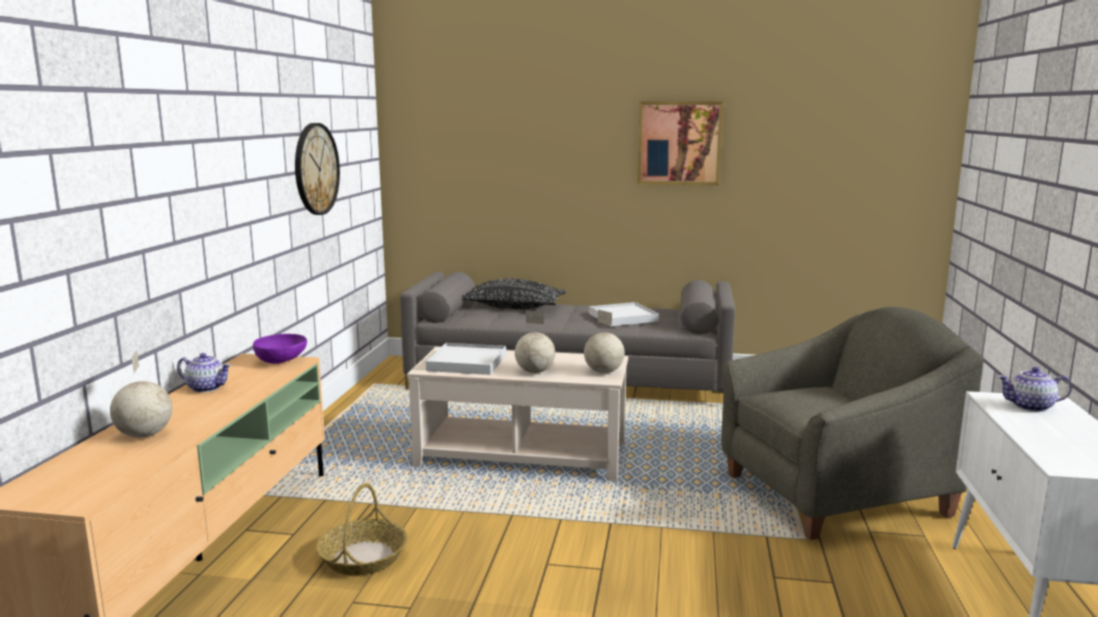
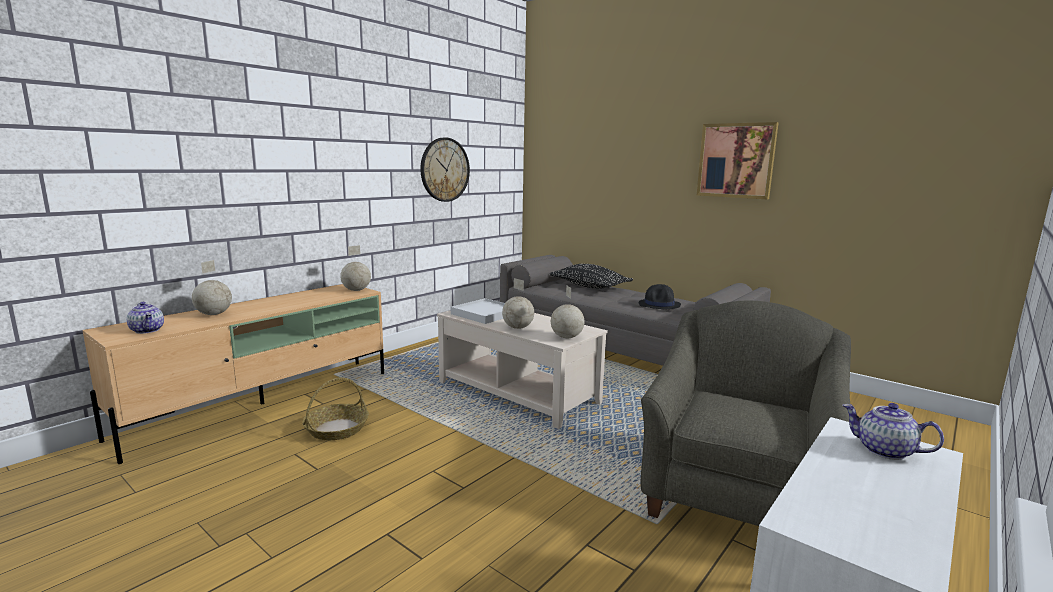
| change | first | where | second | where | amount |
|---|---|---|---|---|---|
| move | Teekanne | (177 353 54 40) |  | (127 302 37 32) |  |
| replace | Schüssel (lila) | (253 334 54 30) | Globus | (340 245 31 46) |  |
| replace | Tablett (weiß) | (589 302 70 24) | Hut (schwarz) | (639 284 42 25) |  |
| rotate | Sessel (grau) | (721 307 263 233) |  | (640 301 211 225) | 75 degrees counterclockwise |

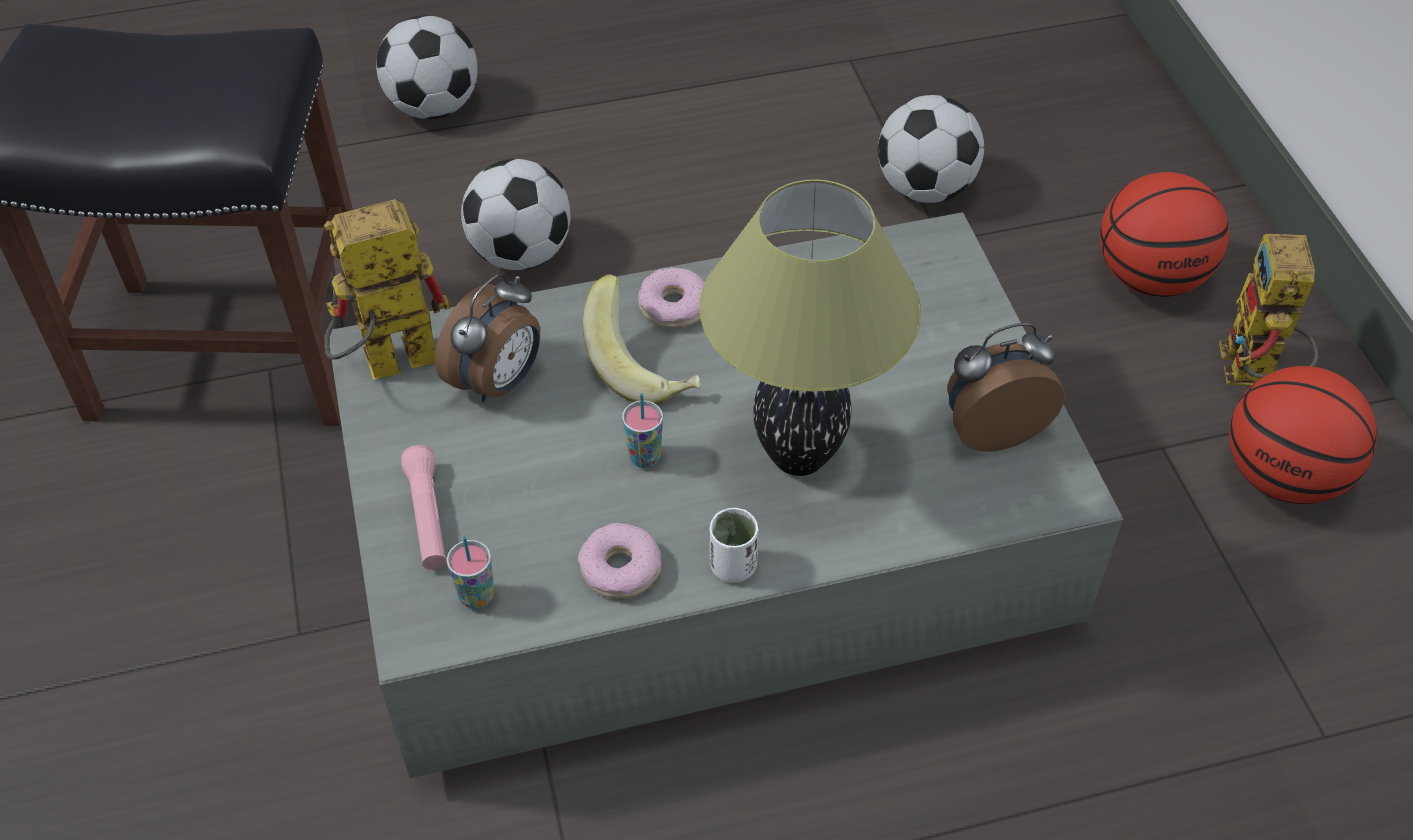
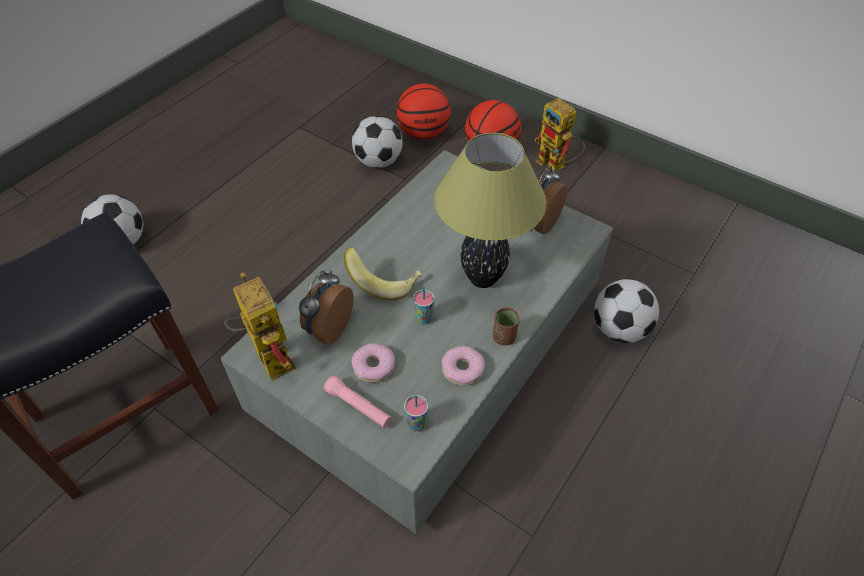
| change | first | where | second | where | amount |
|---|---|---|---|---|---|
| rotate | Spielzeugroboter | (324 199 127 181) |  | (224 272 72 108) | 120 degrees clockwise |
| rotate | Wecker | (435 274 105 128) |  | (299 270 55 75) | 150 degrees counterclockwise |
| move | Donut | (638 268 67 61) |  | (351 343 44 40) |  |
| move | Basketball | (1229 366 148 138) |  | (396 84 55 56) |  |
| recolor | Tasse (weiß) | (710 508 48 75) | Tasse (braun) | (493 308 26 38) |  |
| move | Fußball | (461 159 110 111) |  | (594 279 65 64) |  |

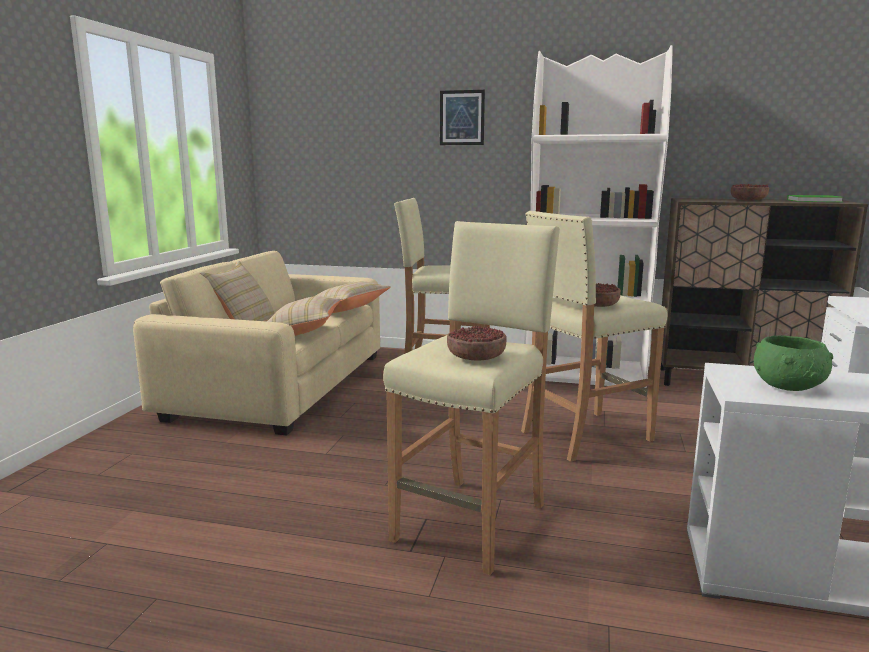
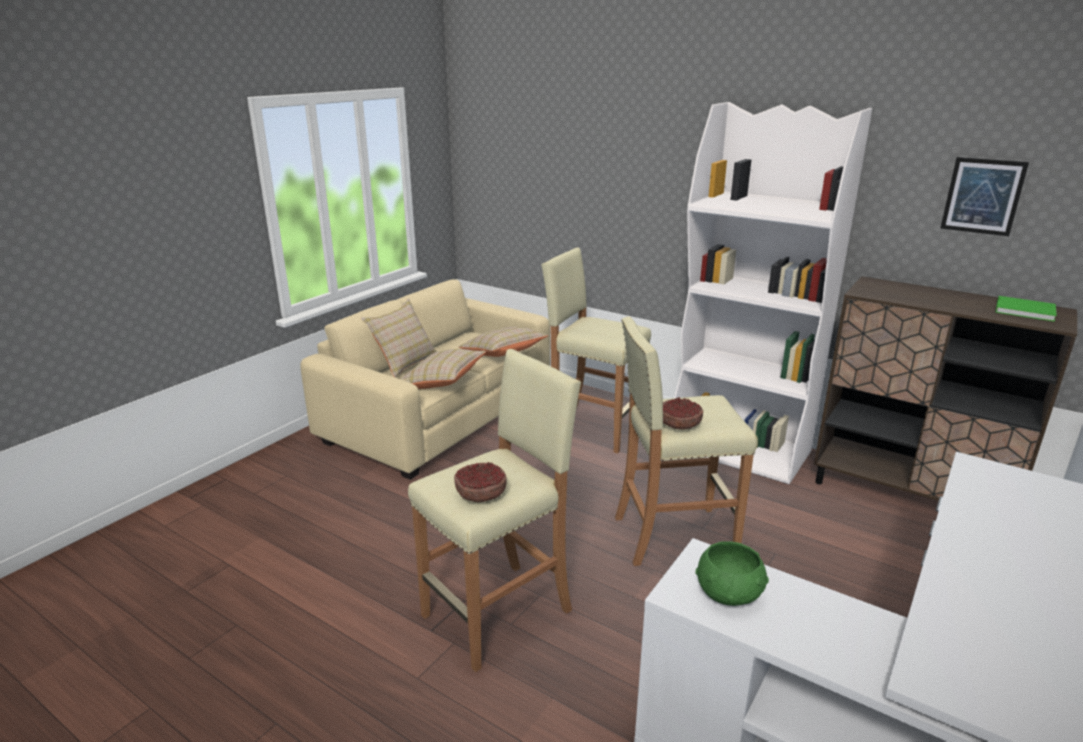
| change | first | where | second | where | amount |
|---|---|---|---|---|---|
| move | Bild | (440 90 45 55) |  | (941 157 88 79) |  |
| delete | Schüssel | (731 184 38 17) |  |  |  |

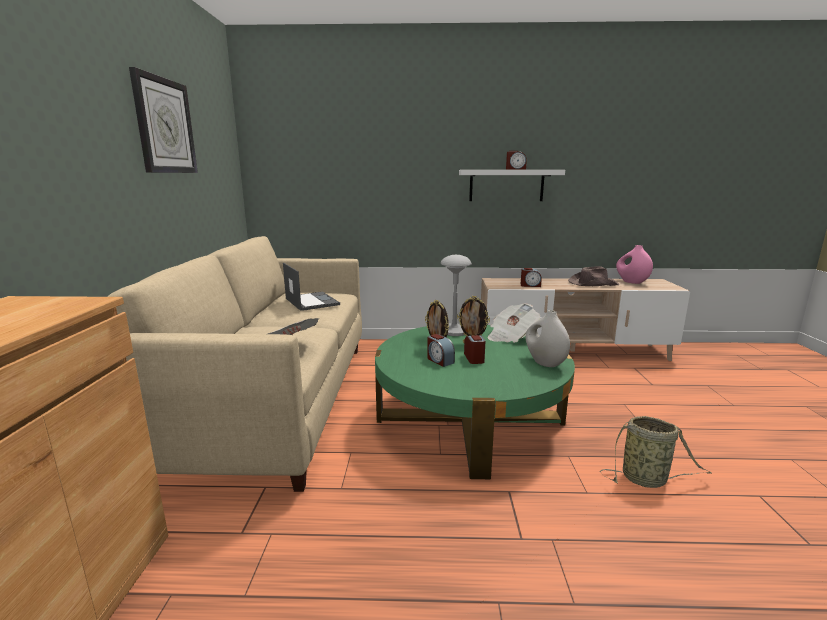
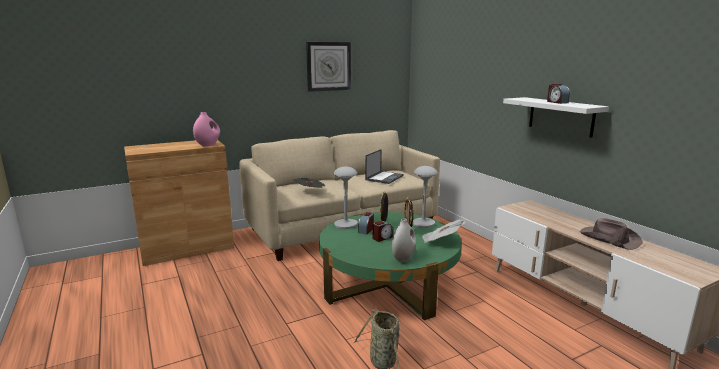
| change | first | where | second | where | amount |
|---|---|---|---|---|---|
| move | Vase (rosa) | (616 245 37 39) |  | (193 112 27 34) |  |
| insert |  |  | Tischlampe (grau) | (333 166 25 63) |  |
| delete | Wecker | (521 268 21 19) |  |  |  |

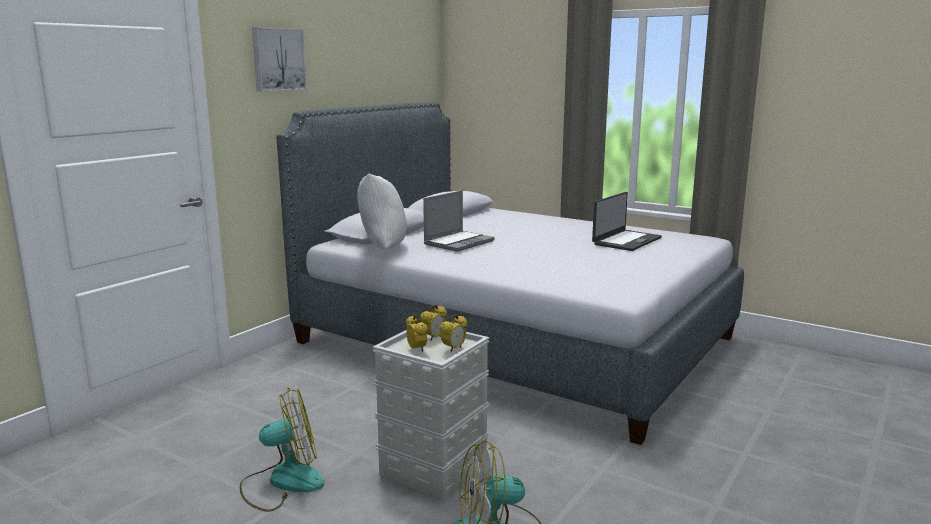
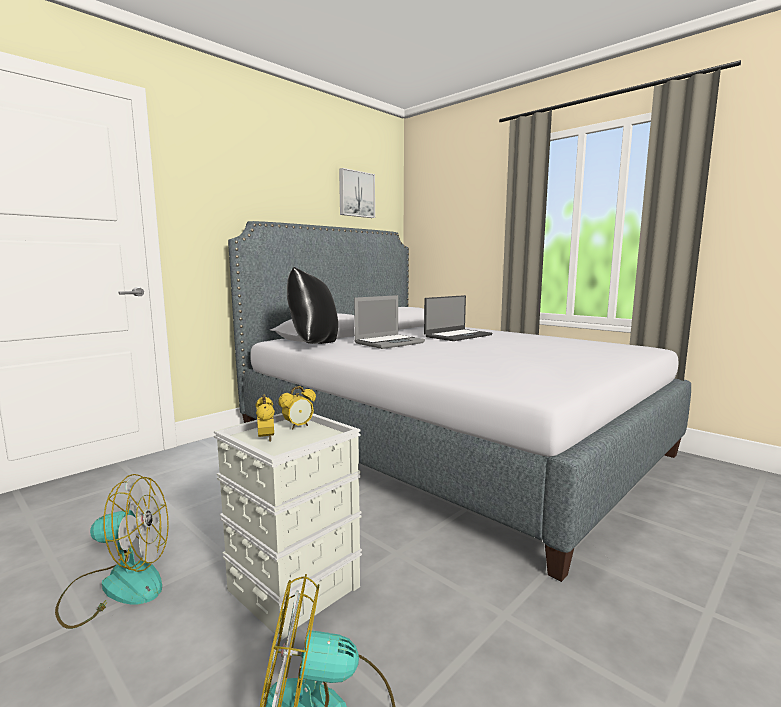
| change | first | where | second | where | amount |
|---|---|---|---|---|---|
| recolor | Kissen (weiß) | (357 173 50 76) | Kissen (schwarz) | (287 267 51 77) |  |
| move | Bild | (252 27 55 64) |  | (339 168 36 50) |  |
| move | Laptop | (592 192 70 59) |  | (424 295 68 46) |  |
| delete | Wecker | (440 314 27 38) |  |  |  |

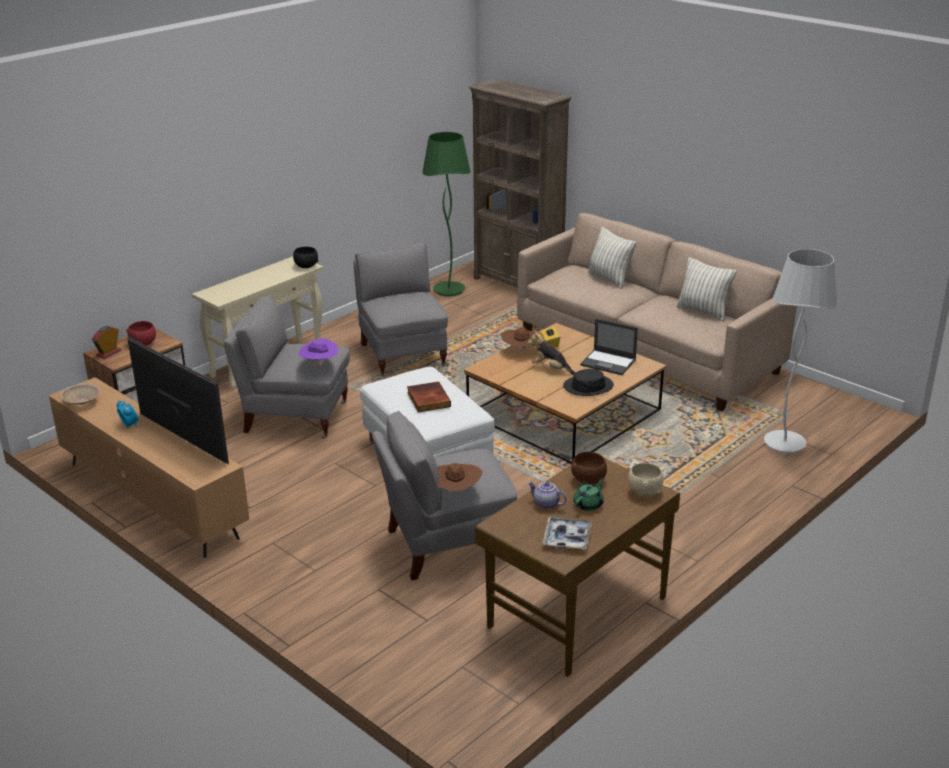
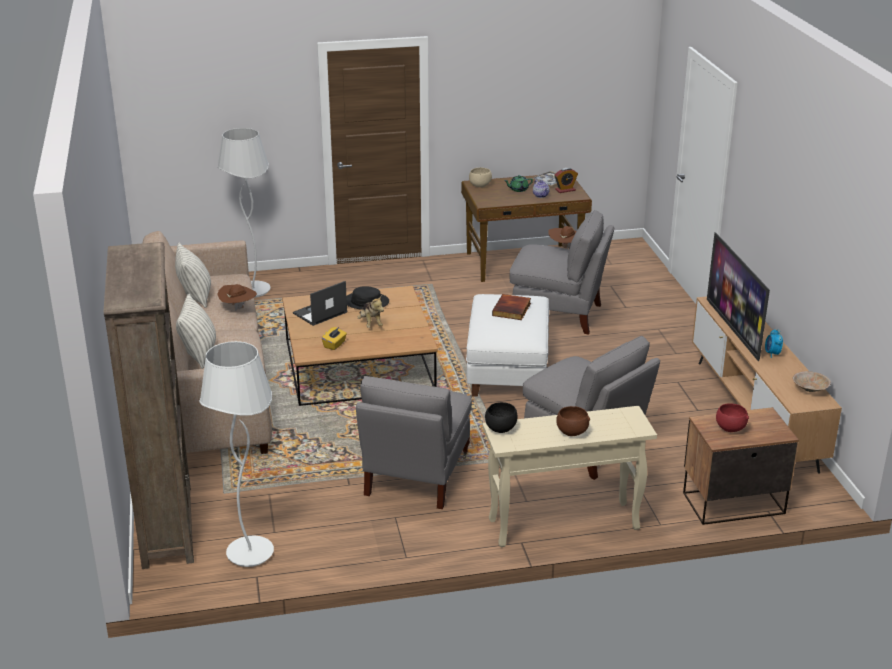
| change | first | where | second | where | amount |
|---|---|---|---|---|---|
| recolor | Stehlampe (grün) | (422 132 49 164) | Stehlampe (weiß) | (199 341 75 226) |  |
| move | Hut (braun) | (501 327 42 24) |  | (217 284 40 27) |  |
| rotate | Laptop | (580 319 58 56) |  | (293 281 54 45) | 105 degrees counterclockwise |
| move | Wecker | (92 326 29 33) |  | (555 168 23 25) |  |
| move | Schüssel (braun) | (571 452 36 32) |  | (556 406 34 30) |  |
| delete | Hut (lila) | (298 338 40 29) |  |  |  |

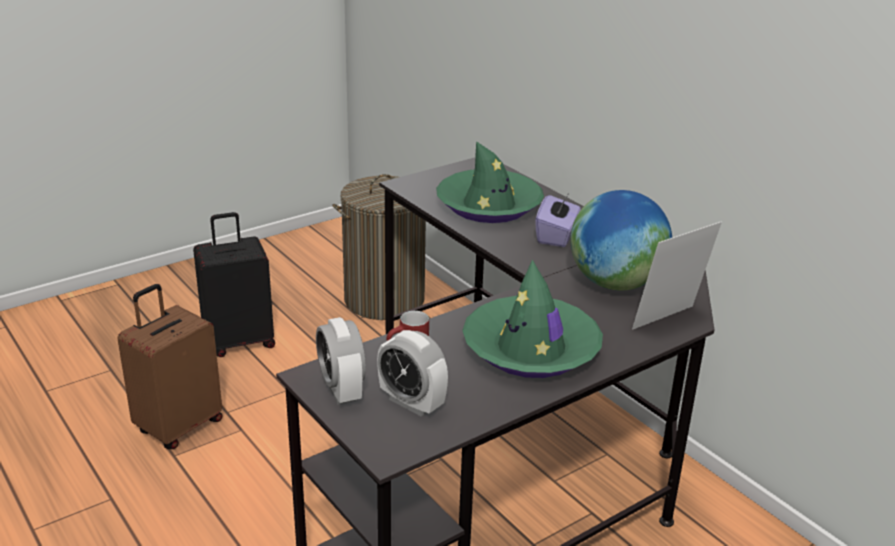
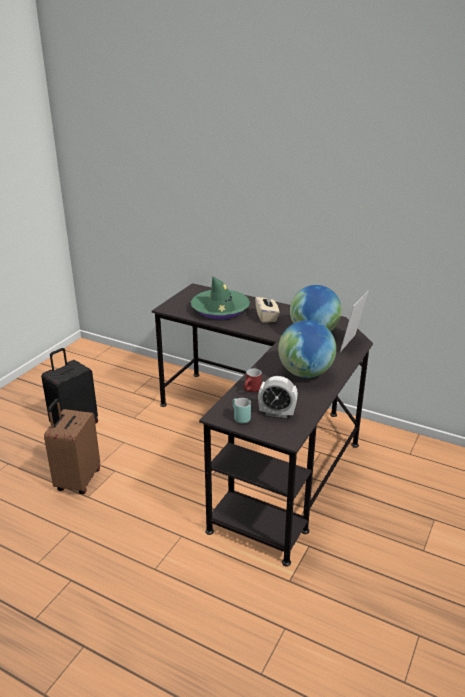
| change | first | where | second | where | amount |
|---|---|---|---|---|---|
| replace | Wecker | (316 317 50 87) | Henkelbecher (türkis) | (232 398 19 26) |  |
| recolor | Taschentuchbox (lila) | (535 192 46 55) | Taschentuchbox (beige) | (255 294 24 29) |  |
| replace | Hut (grün) | (462 260 141 118) | Globus | (278 320 58 58) |  |
| delete | Wäschekorb | (332 174 94 146) |  |  |  |

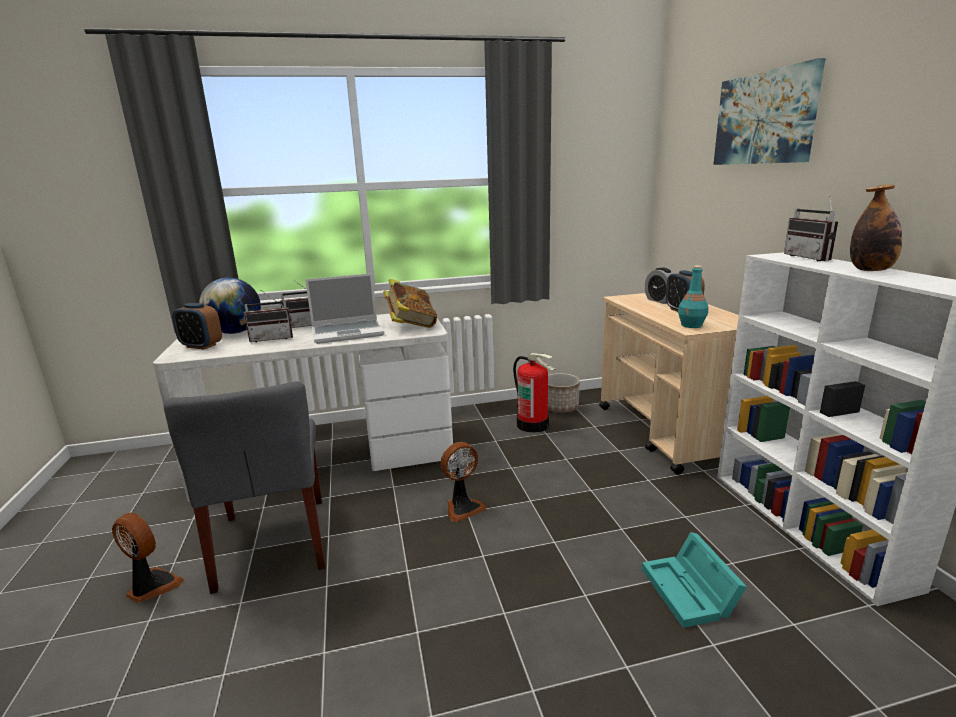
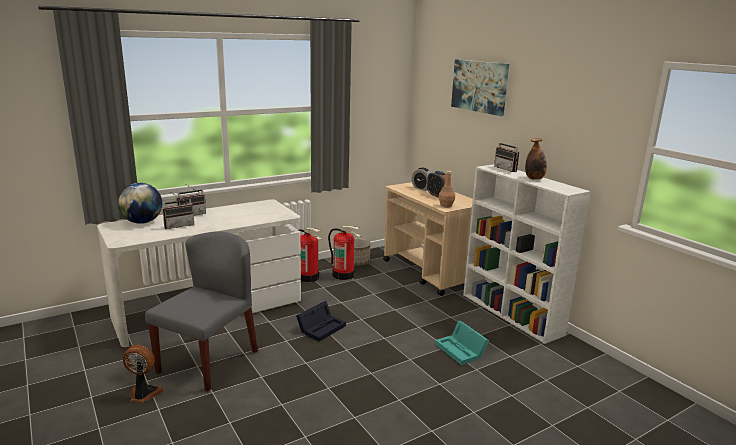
| change | first | where | second | where | amount |
|---|---|---|---|---|---|
| rotate | Stuhl (grau) | (163 382 162 212) |  | (145 232 113 159) | 120 degrees counterclockwise |
| replace | Ventilator | (441 442 45 80) | Aufbewahrungsbox (schwarz) | (296 301 50 41) |  |
| insert |  |  | Feuerlöscher | (299 228 22 55) |  |
| recolor | Flasche (türkis) | (678 265 30 63) | Flasche (braun) | (439 171 16 36) |  |
| delete | Wecker | (172 303 50 46) |  |  |  |
| delete | Laptop | (305 273 79 71) |  |  |  |
| delete | Buch | (383 279 54 49) |  |  |  |

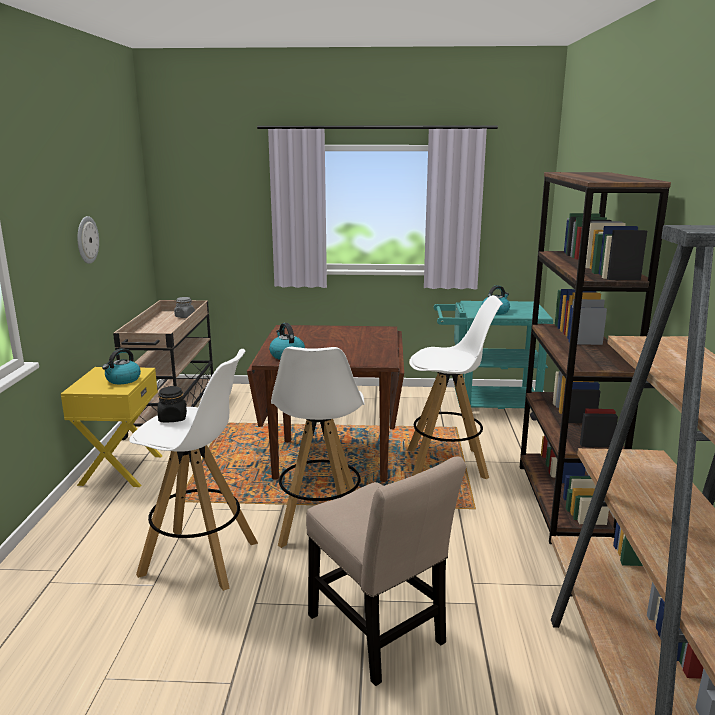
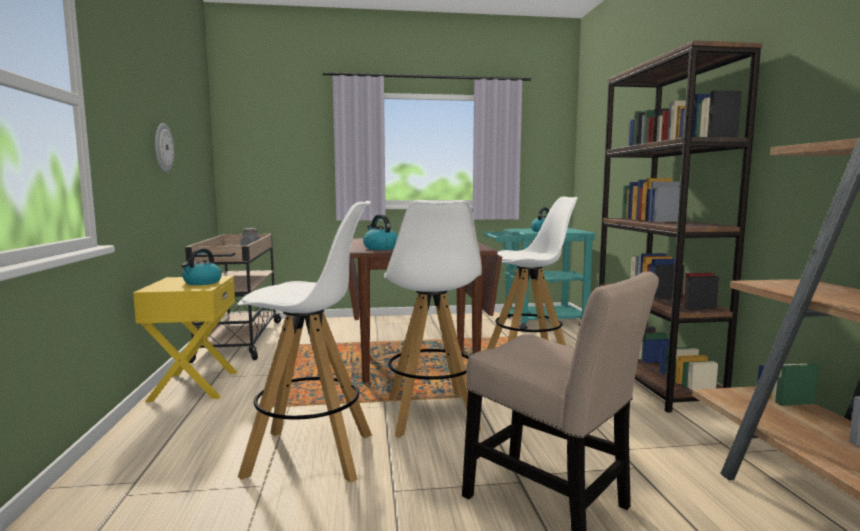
| change | first | where | second | where | amount |
|---|---|---|---|---|---|
| delete | Vorratsglas (schwarz) | (157 386 30 36) |  |  |  |

